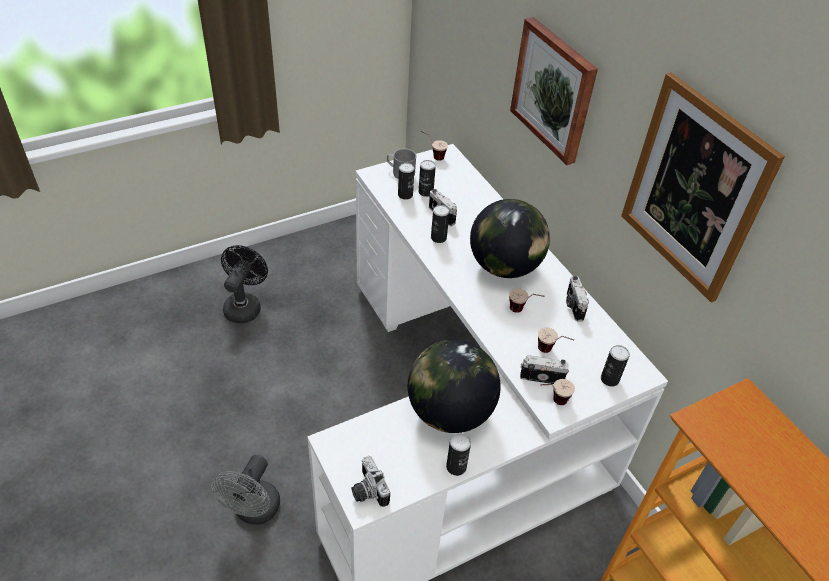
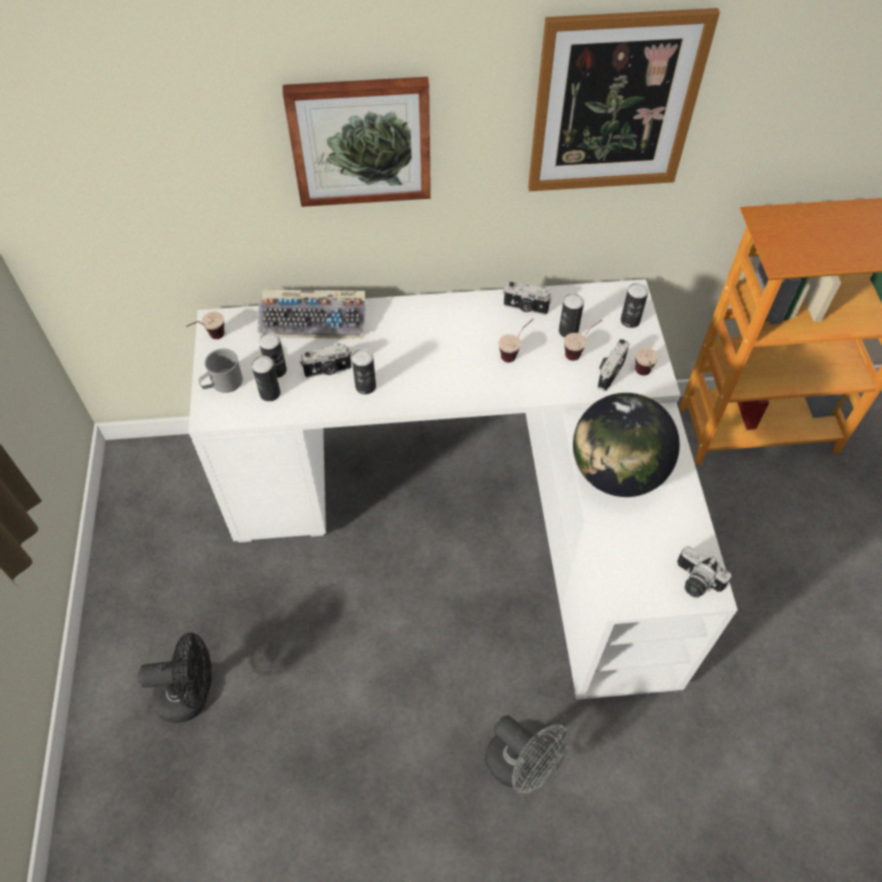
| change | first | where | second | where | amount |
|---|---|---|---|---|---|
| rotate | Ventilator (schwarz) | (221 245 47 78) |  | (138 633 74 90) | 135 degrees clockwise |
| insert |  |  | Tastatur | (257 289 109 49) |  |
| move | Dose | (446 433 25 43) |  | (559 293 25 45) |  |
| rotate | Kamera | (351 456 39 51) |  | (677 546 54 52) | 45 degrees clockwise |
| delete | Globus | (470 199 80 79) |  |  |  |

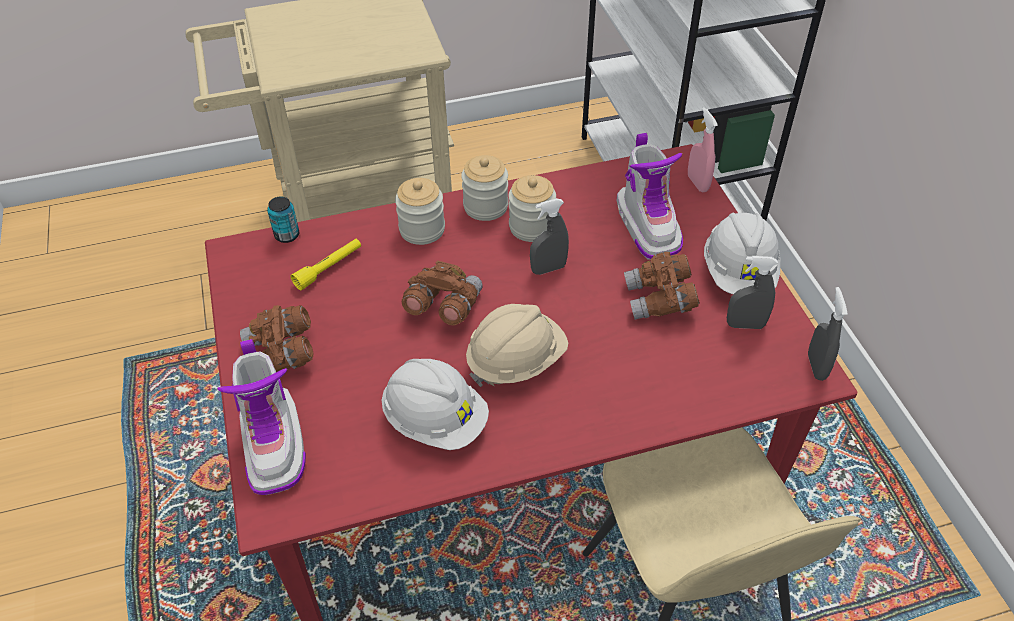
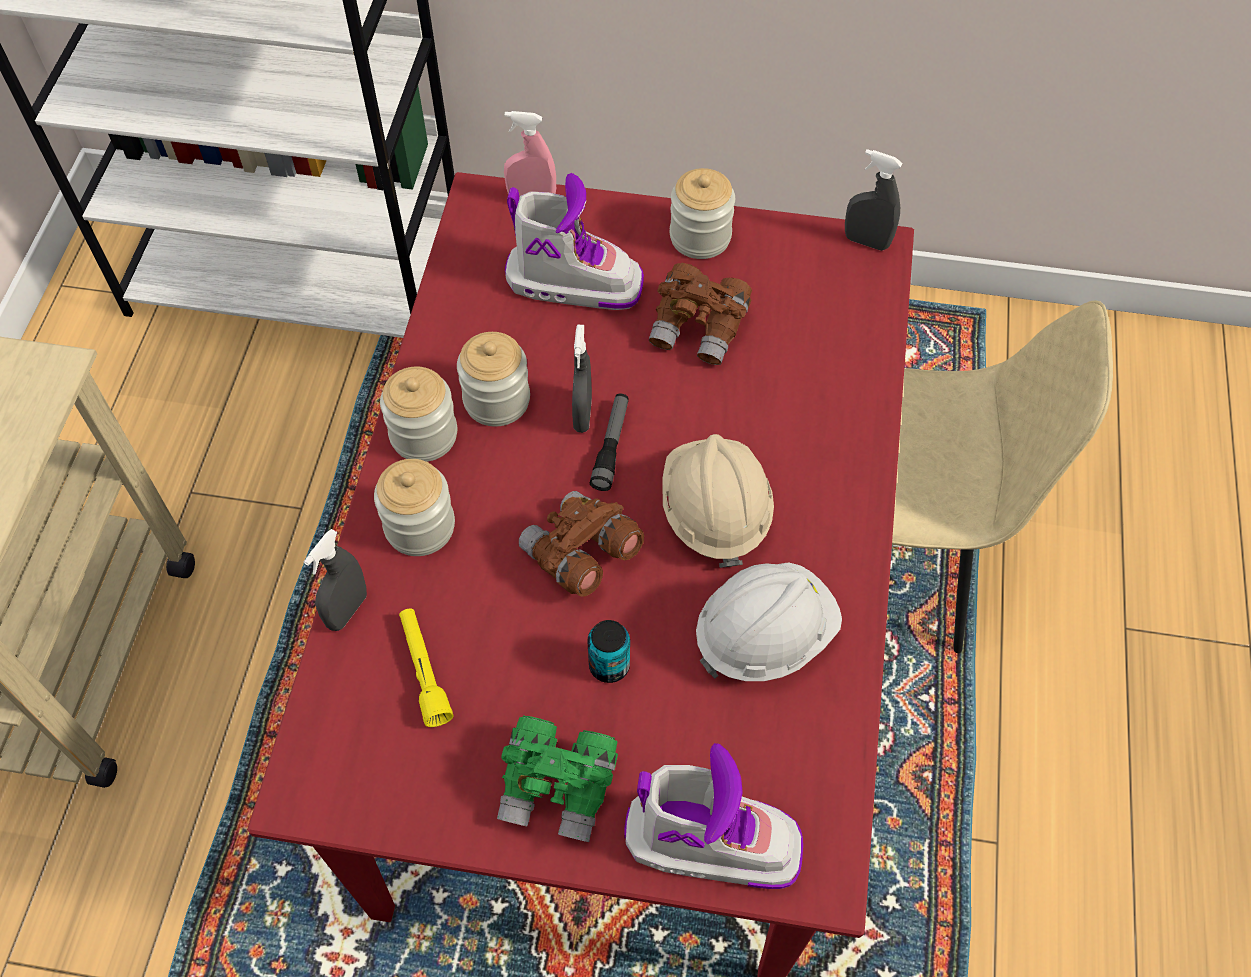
| change | first | where | second | where | amount |
|---|---|---|---|---|---|
| move | Sprühflasche (grau) | (727 256 51 73) |  | (304 529 63 102) |  |
| recolor | Fernglas (braun) | (240 305 73 67) | Fernglas (grün) | (497 715 121 127) |  |
| move | Dose | (267 197 32 46) |  | (587 620 43 63) |  |
| insert |  |  | Taschenlampe | (590 394 39 97) |  |
| replace | Schutzhelm (weiß) | (704 213 76 81) | Vorratsglas | (670 168 65 91) |  |

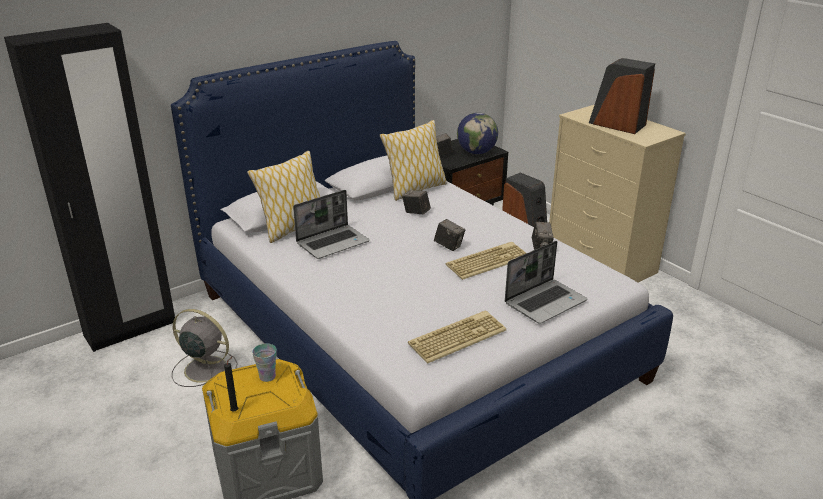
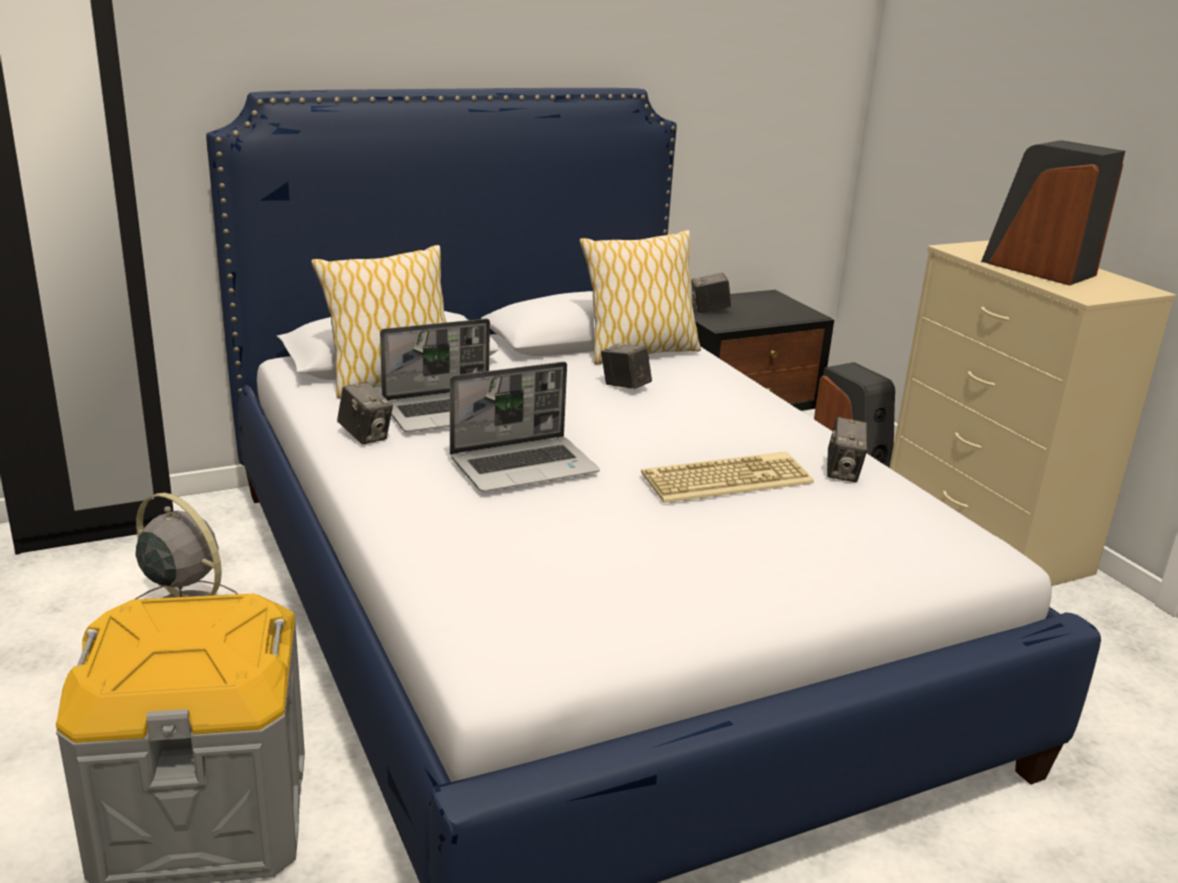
| change | first | where | second | where | amount |
|---|---|---|---|---|---|
| move | Kamera | (434 219 31 32) |  | (337 382 56 62) |  |
| move | Laptop | (505 241 82 83) |  | (450 362 150 130) |  |
| delete | Kerze (schwarz) | (224 356 14 55) |  |  |  |
| delete | Tasse | (252 343 25 39) |  |  |  |
| delete | Tastatur | (408 310 98 54) |  |  |  |
| delete | Globus | (457 112 41 42) |  |  |  |

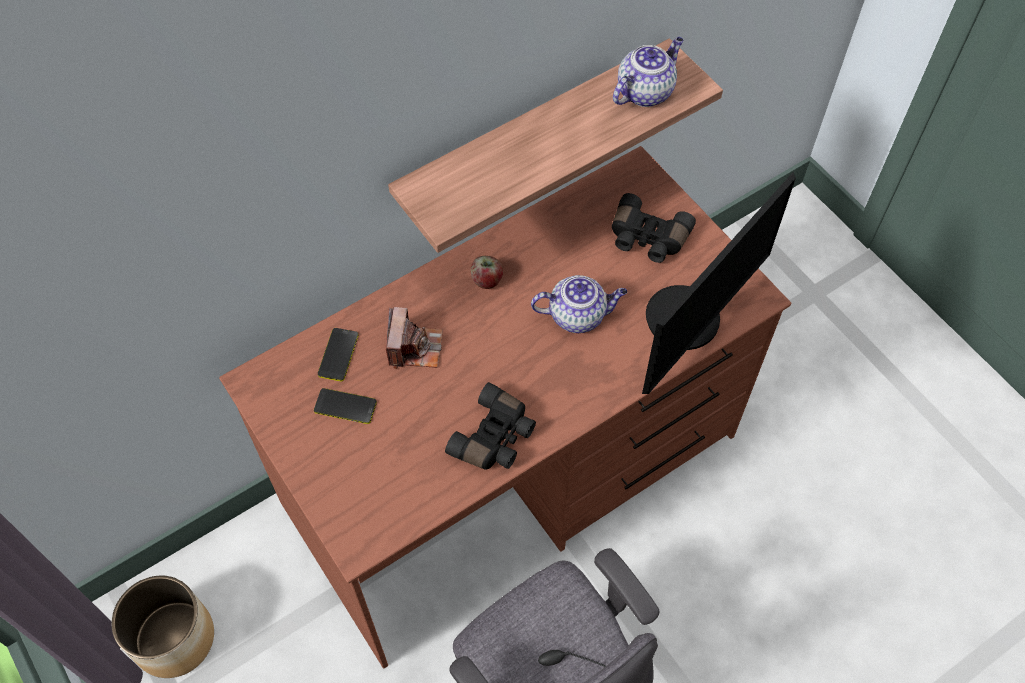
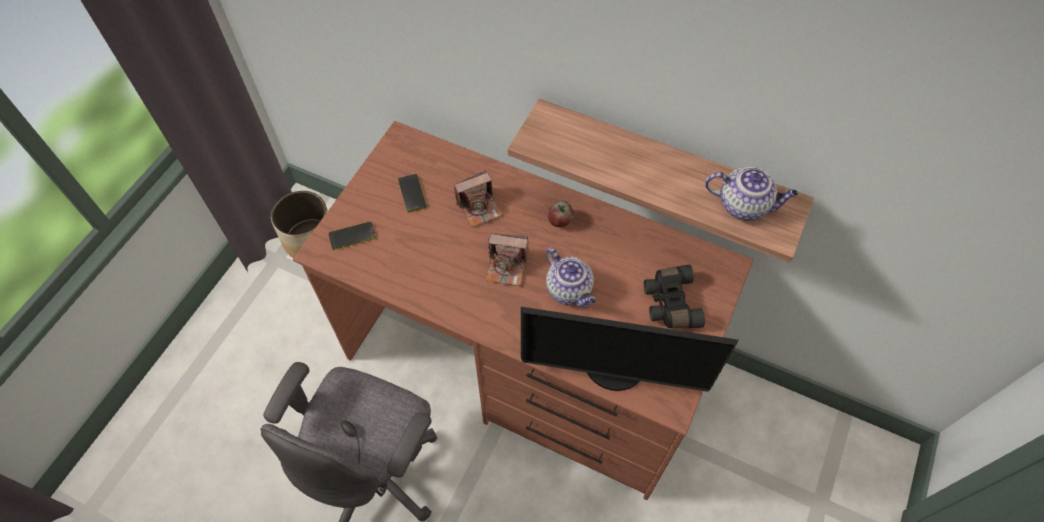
| change | first | where | second | where | amount |
|---|---|---|---|---|---|
| move | Handy | (318 328 41 53) |  | (329 221 47 29) |  |
| insert |  |  | Kamera | (486 233 42 53) |  |
| delete | Fernglas (schwarz) | (445 382 91 88) |  |  |  |

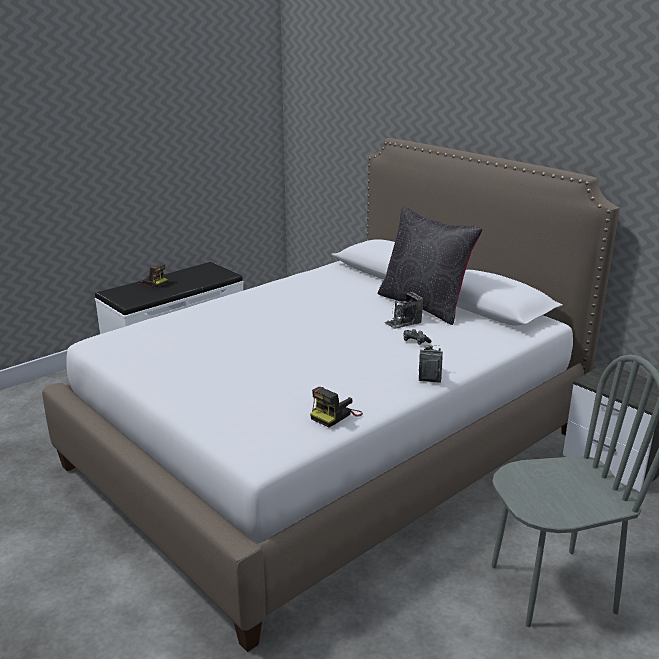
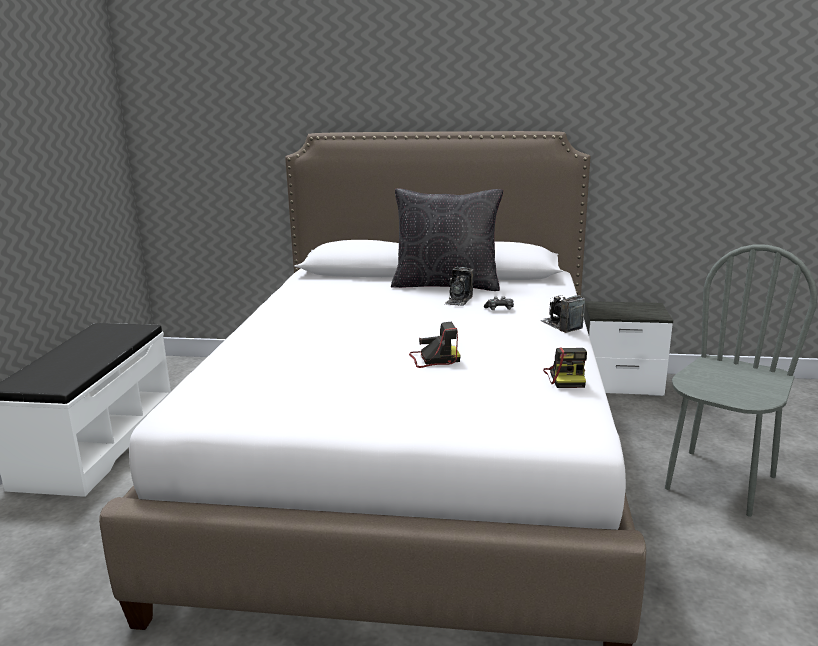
| change | first | where | second | where | amount |
|---|---|---|---|---|---|
| move | Kamera | (138 264 30 23) |  | (409 322 52 46) |  |

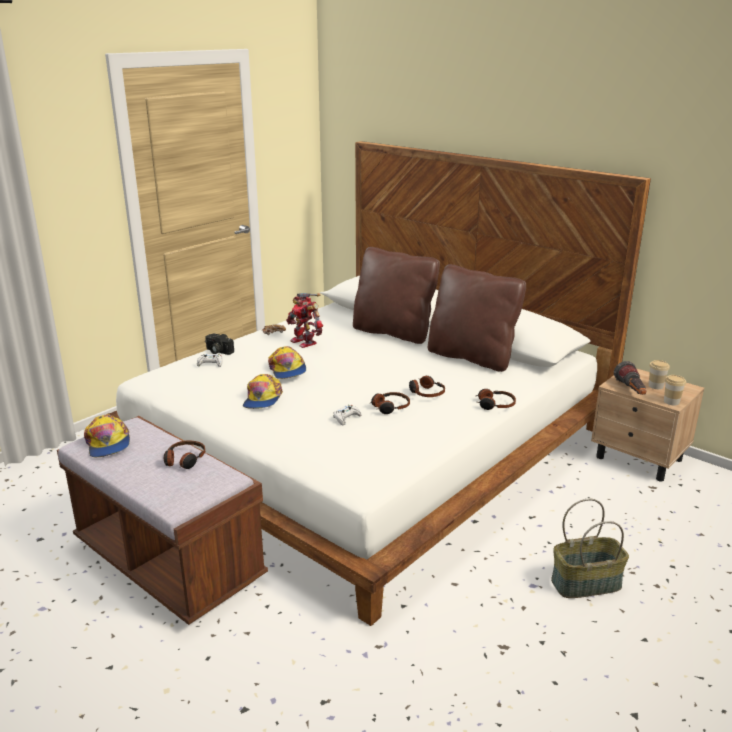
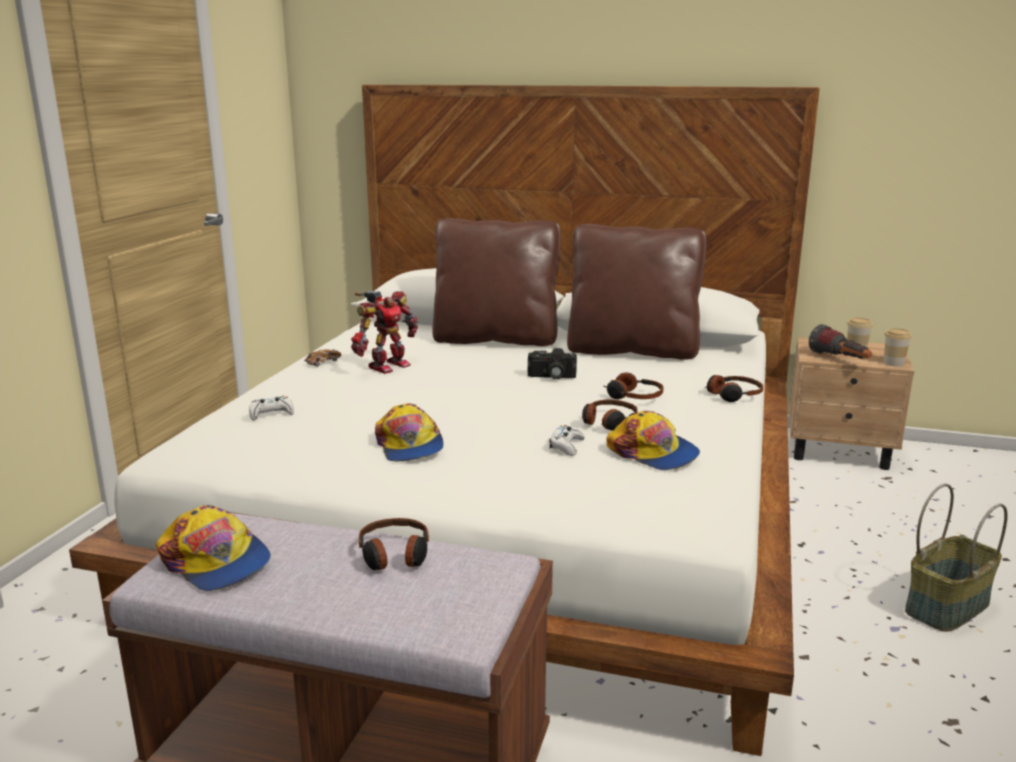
| change | first | where | second | where | amount |
|---|---|---|---|---|---|
| rotate | Spielzeugroboter | (286 293 37 55) |  | (351 291 67 83) | 75 degrees counterclockwise |
| move | Kamera | (205 334 29 21) |  | (528 348 49 31) |  |
| move | Kappe | (268 346 38 33) |  | (606 411 94 59) |  |

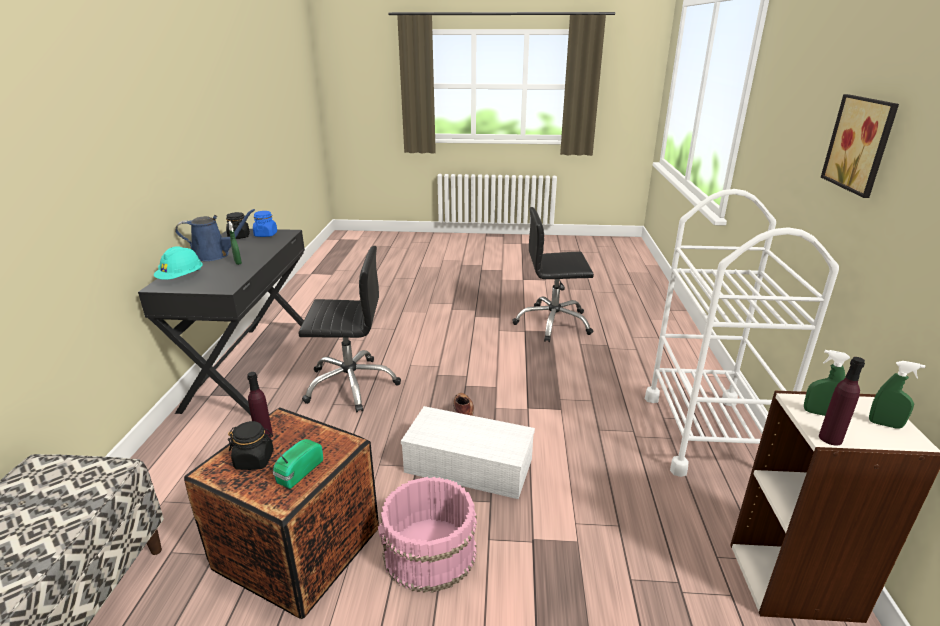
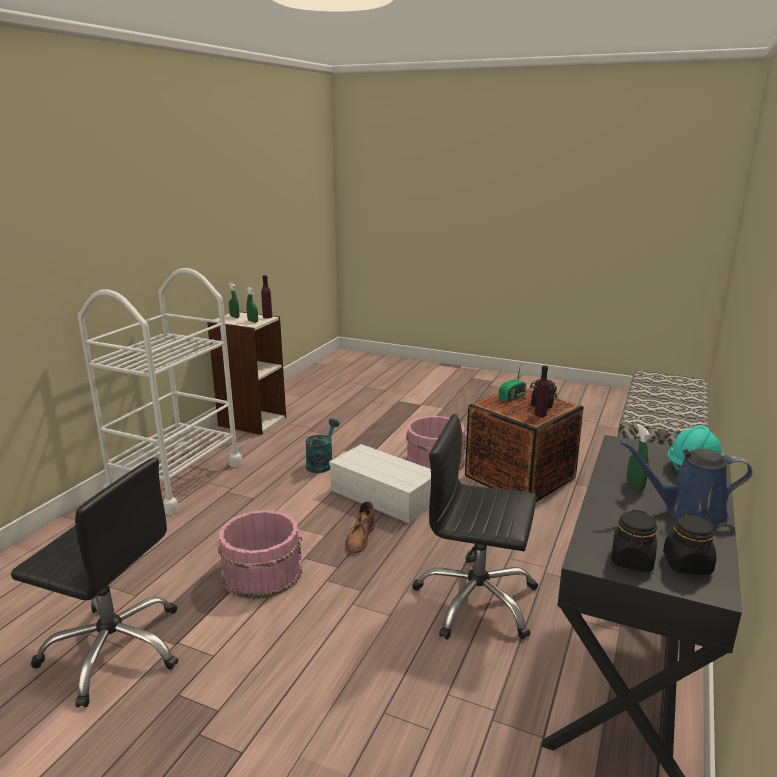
| change | first | where | second | where | amount |
|---|---|---|---|---|---|
| insert |  |  | Eimer (rosa) | (218 510 84 89) |  |
| insert |  |  | Gießkanne (türkis) | (305 419 35 54) |  |
| recolor | Vorratsglas (blau) | (253 211 24 26) | Vorratsglas (schwarz) | (611 510 47 62) |  |
| delete | Bild | (821 94 78 104) |  |  |  |

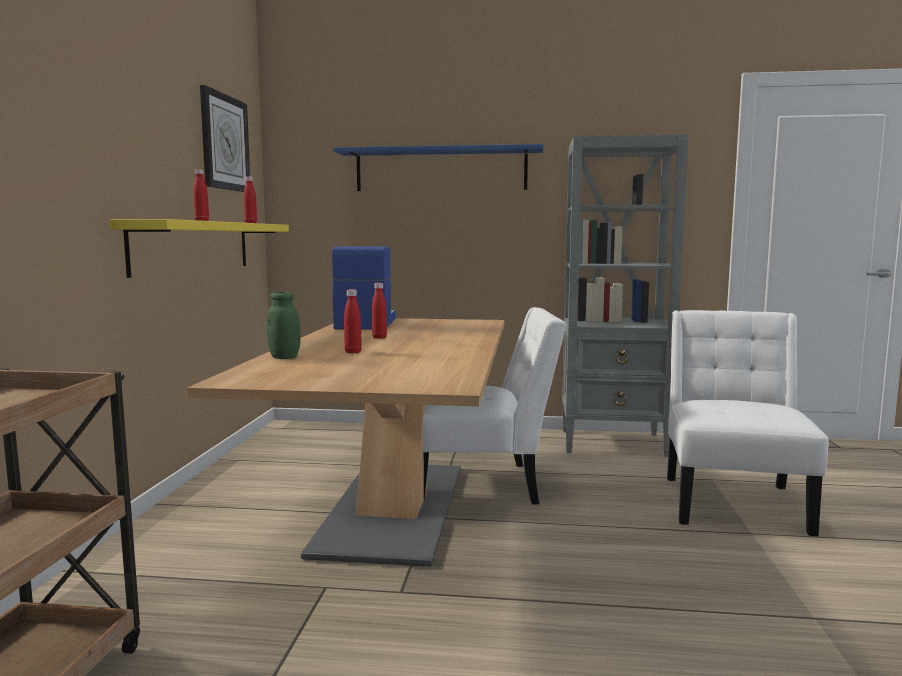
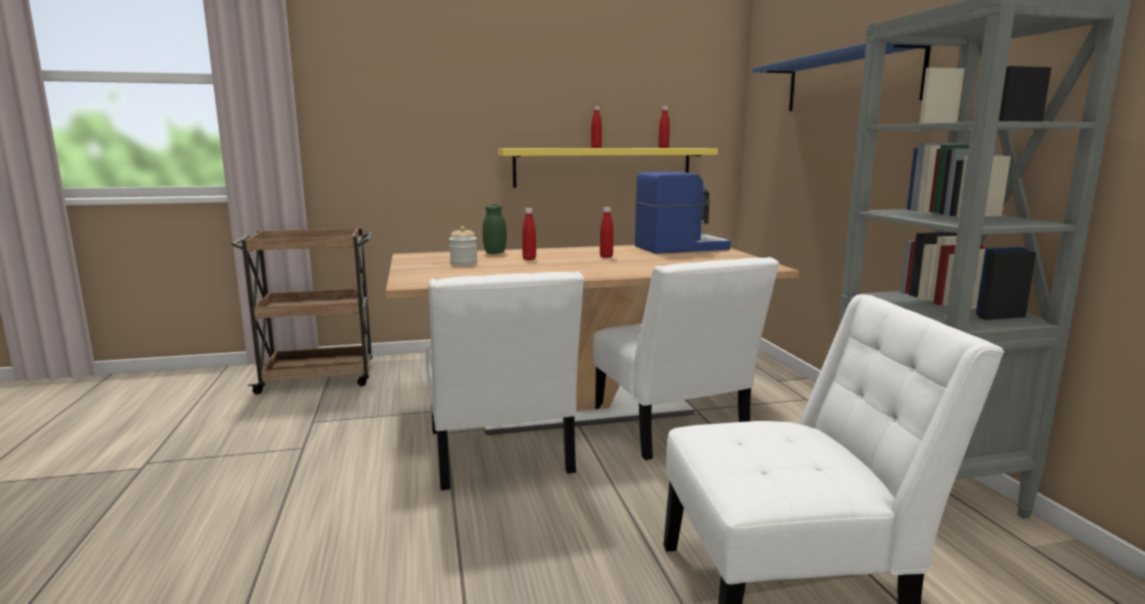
| change | first | where | second | where | amount |
|---|---|---|---|---|---|
| insert |  |  | Stuhl (weiß) | (425 271 159 219) |  |
| insert |  |  | Vorratsglas | (449 226 29 39) |  |
| delete | Wanduhr | (200 85 50 107) |  |  |  |

